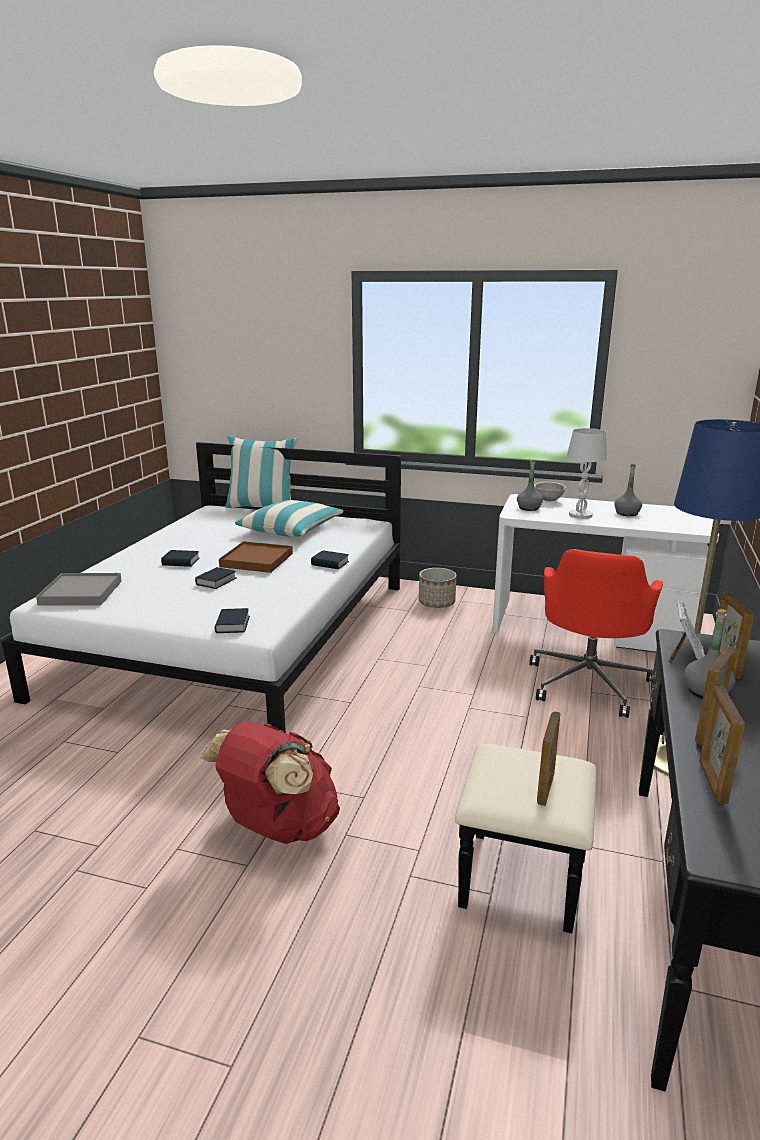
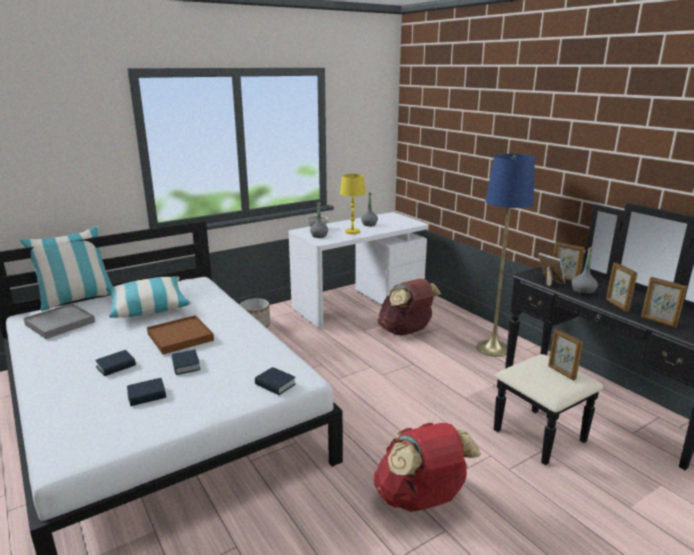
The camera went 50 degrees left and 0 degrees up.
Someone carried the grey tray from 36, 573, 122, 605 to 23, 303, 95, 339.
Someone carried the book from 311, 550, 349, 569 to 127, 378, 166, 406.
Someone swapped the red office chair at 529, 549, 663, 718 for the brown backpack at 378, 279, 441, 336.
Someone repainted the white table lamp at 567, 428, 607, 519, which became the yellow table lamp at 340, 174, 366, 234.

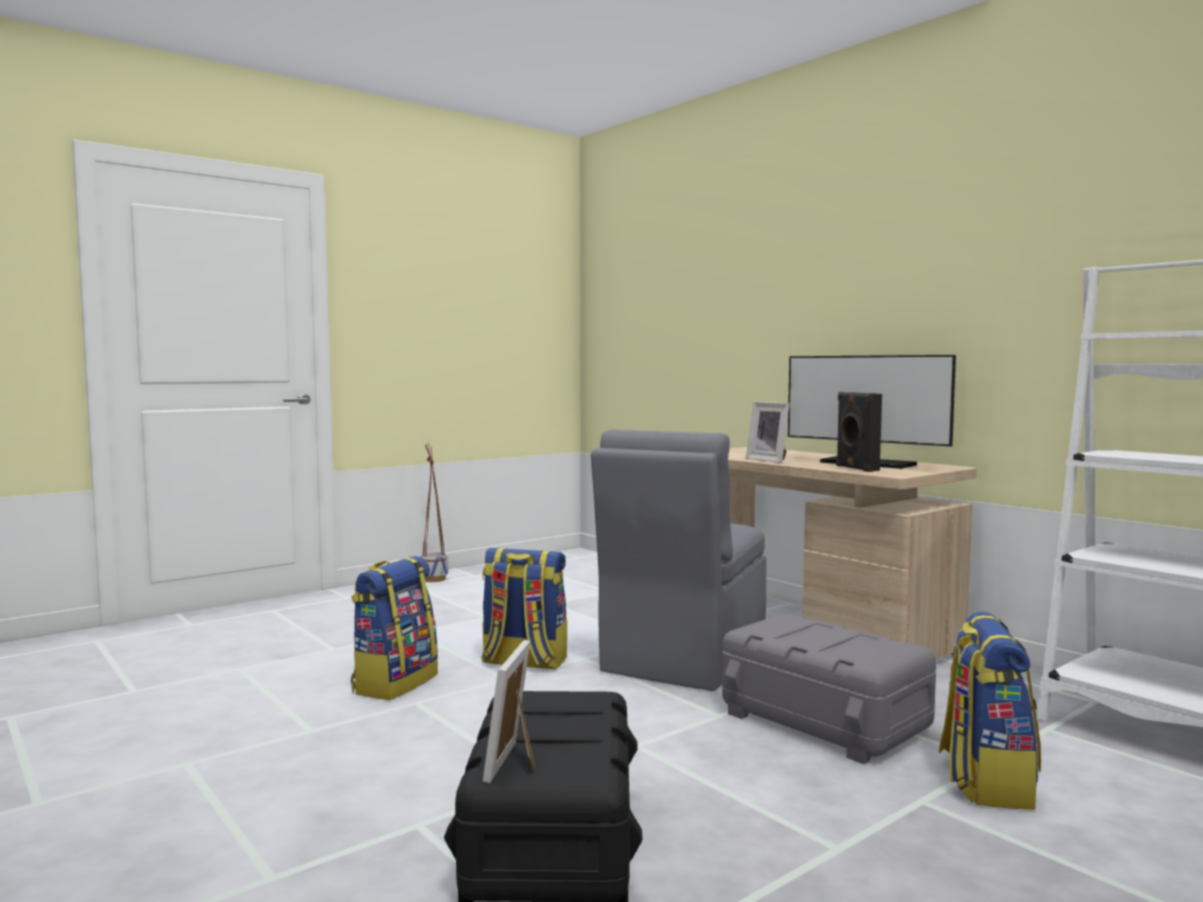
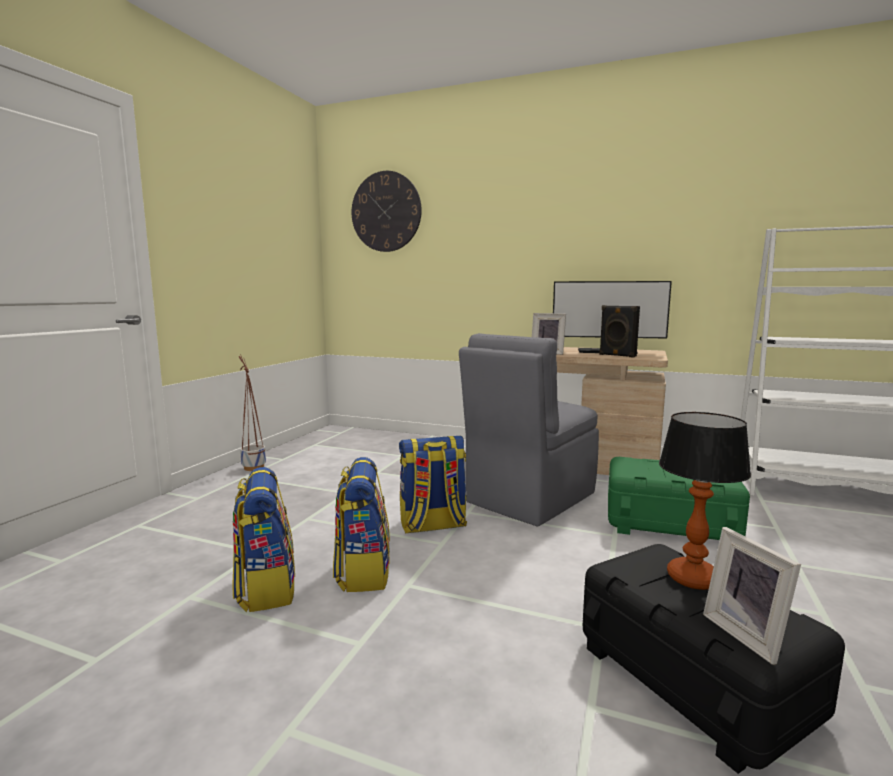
The camera went 30 degrees left and 5 degrees up.
Someone rotated the grey chair at 591, 429, 767, 691 by 45 degrees clockwise.
Someone repainted the grey storage box at 722, 614, 936, 764, which became the green storage box at 608, 457, 750, 540.
Someone carried the backpack from 939, 612, 1041, 810 to 232, 467, 295, 612.
Someone put up the wall clock at 351, 171, 422, 252.
Someone put down the table lamp at 659, 412, 751, 590.

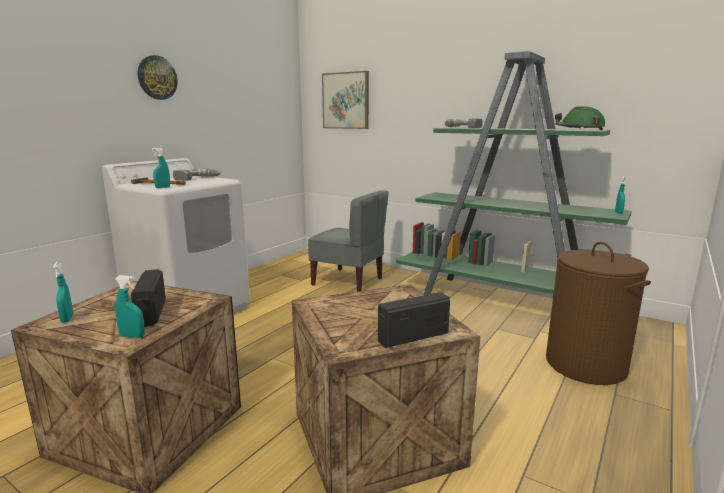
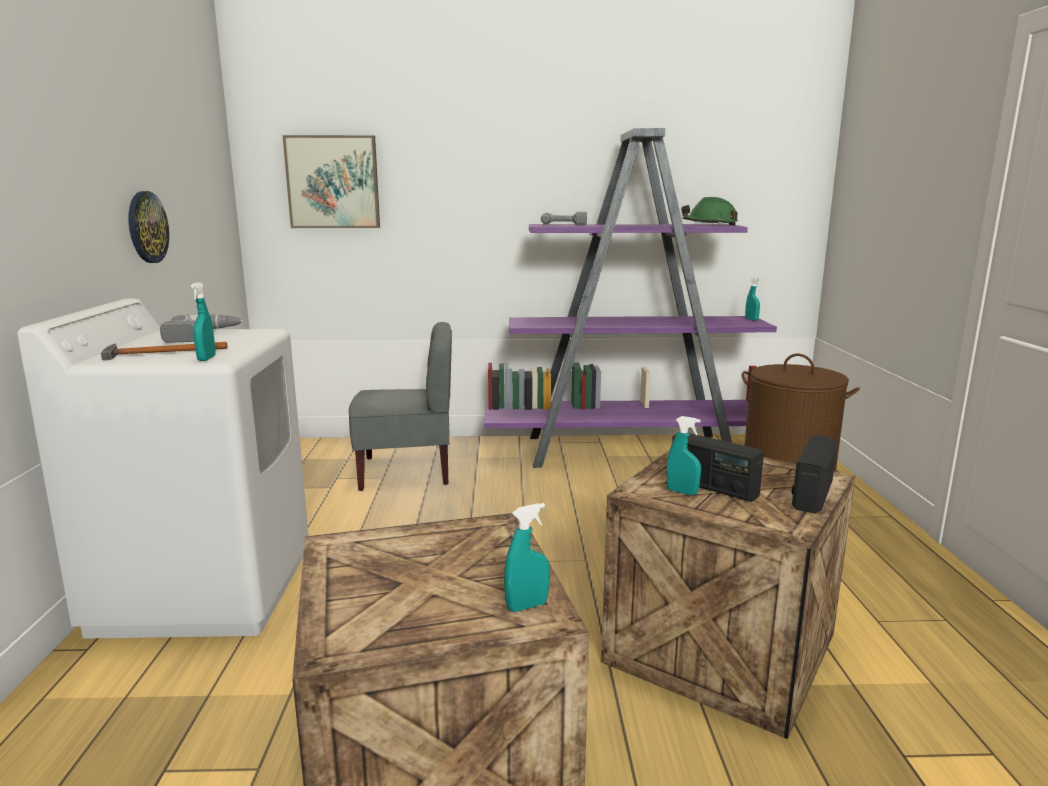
The camera went 35 degrees left and 0 degrees up.
Someone carried the turquoise spray bottle from 53, 262, 73, 323 to 667, 416, 701, 495.
Someone carried the radio from 131, 269, 166, 327 to 672, 433, 764, 502.
Someone carried the wall clock from 138, 55, 178, 100 to 129, 191, 169, 263.
Someone repainted the green bookcase at 396, 51, 632, 295, which became the purple bookcase at 484, 128, 777, 468.

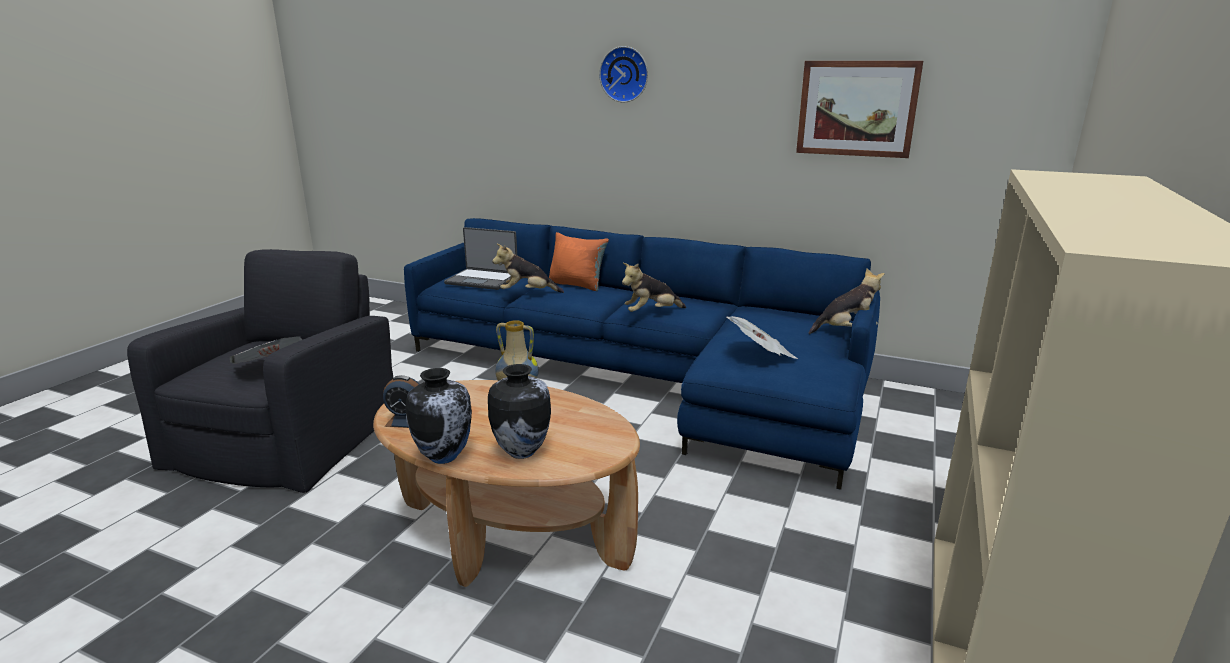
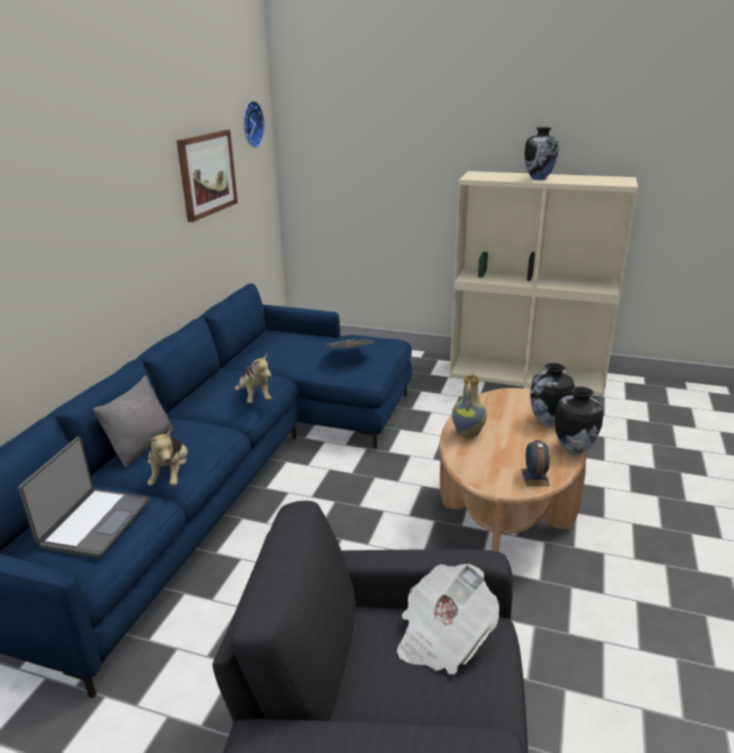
The camera went 95 degrees left and 5 degrees up.
Someone repainted the orange pillow at 549, 232, 609, 291, which became the grey pillow at 93, 376, 174, 467.
Someone carried the wall clock from 599, 46, 648, 102 to 243, 100, 265, 148.
Someone took away the plush toy at 808, 268, 885, 334.
Someone put down the vase at 524, 127, 559, 180.

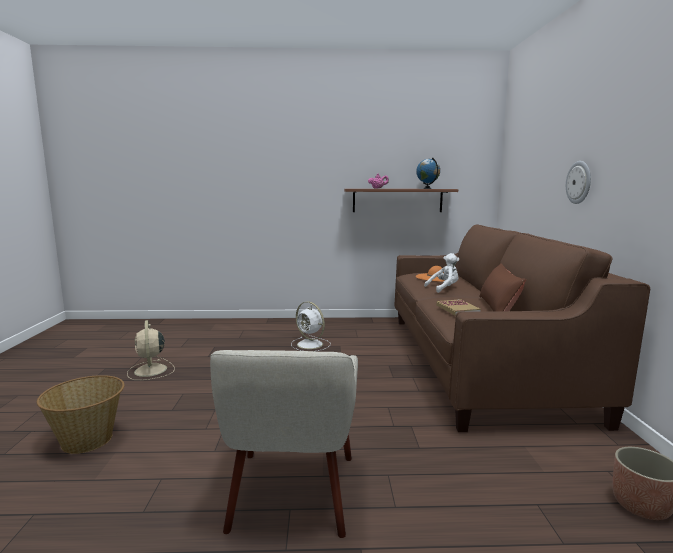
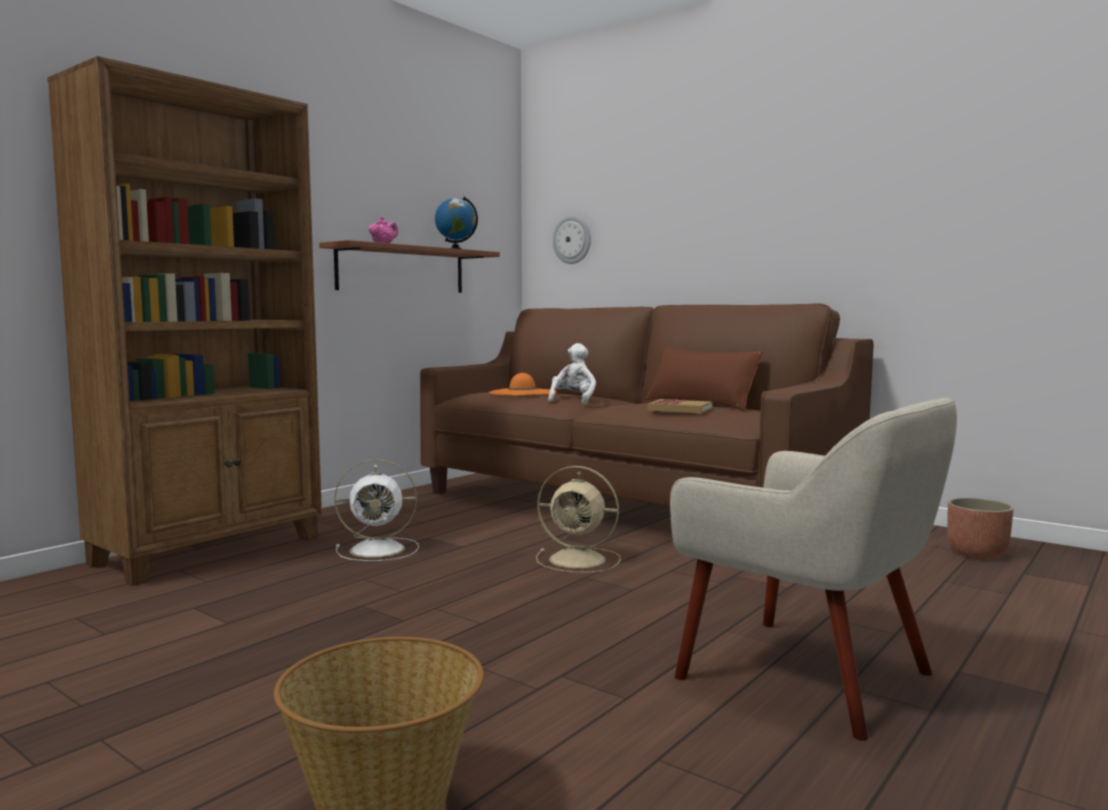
The camera went 50 degrees left and 5 degrees down.
Someone carried the beige fan from 127, 320, 175, 380 to 536, 466, 621, 573.
Someone carried the wall clock from 566, 161, 591, 204 to 553, 215, 591, 264.
Someone put down the brown bookcase at 47, 56, 322, 585.

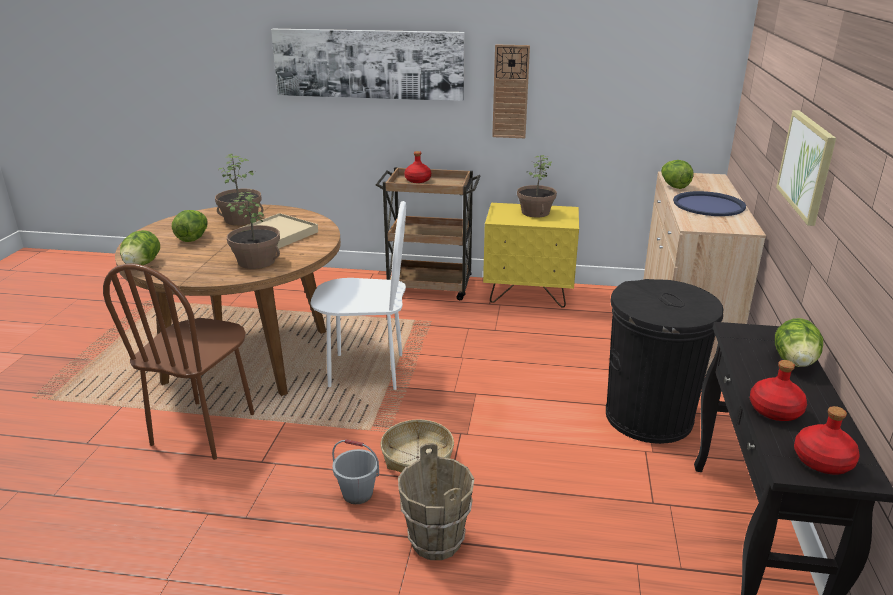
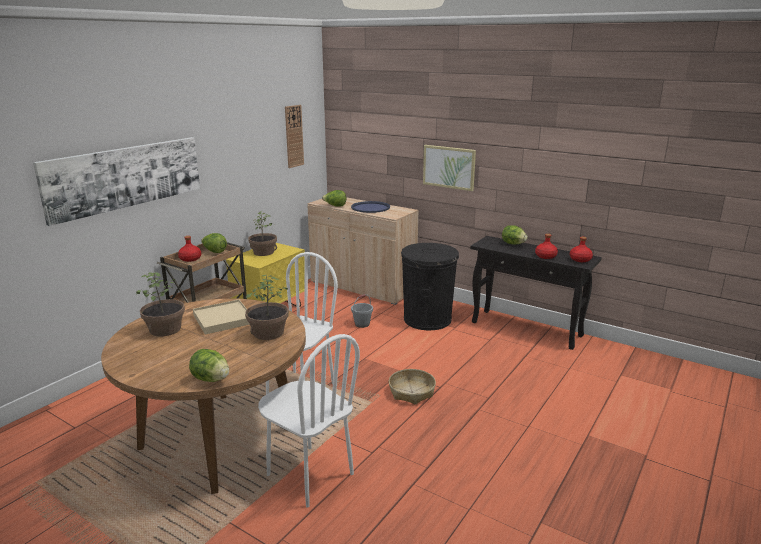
The camera went 65 degrees left and 5 degrees down.
Someone repainted the brown chair at 103, 263, 254, 460, which became the white chair at 258, 334, 360, 508.
Someone carried the lettuce from 172, 210, 207, 242 to 201, 233, 227, 253.
Someone carried the grey bucket from 332, 439, 379, 504 to 351, 294, 373, 328.
Someone took away the brown bucket at 398, 443, 474, 560.
Someone carried the wall clock from 492, 44, 530, 138 to 285, 105, 304, 168.

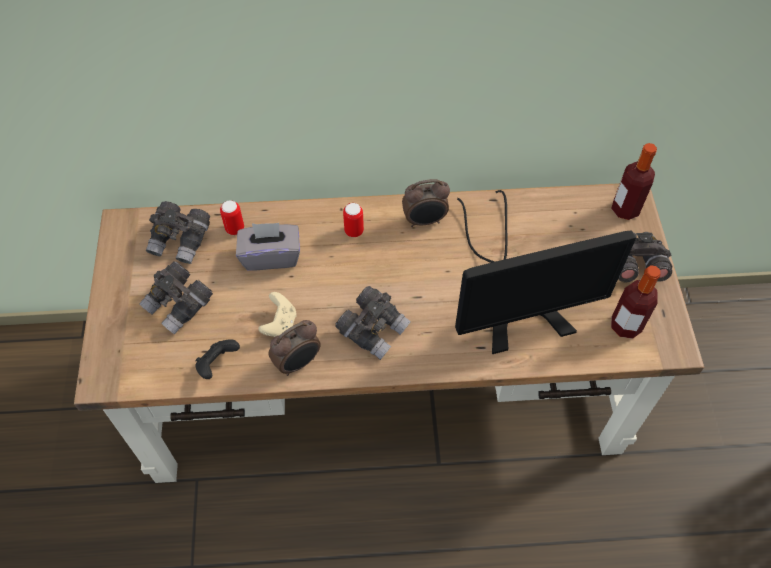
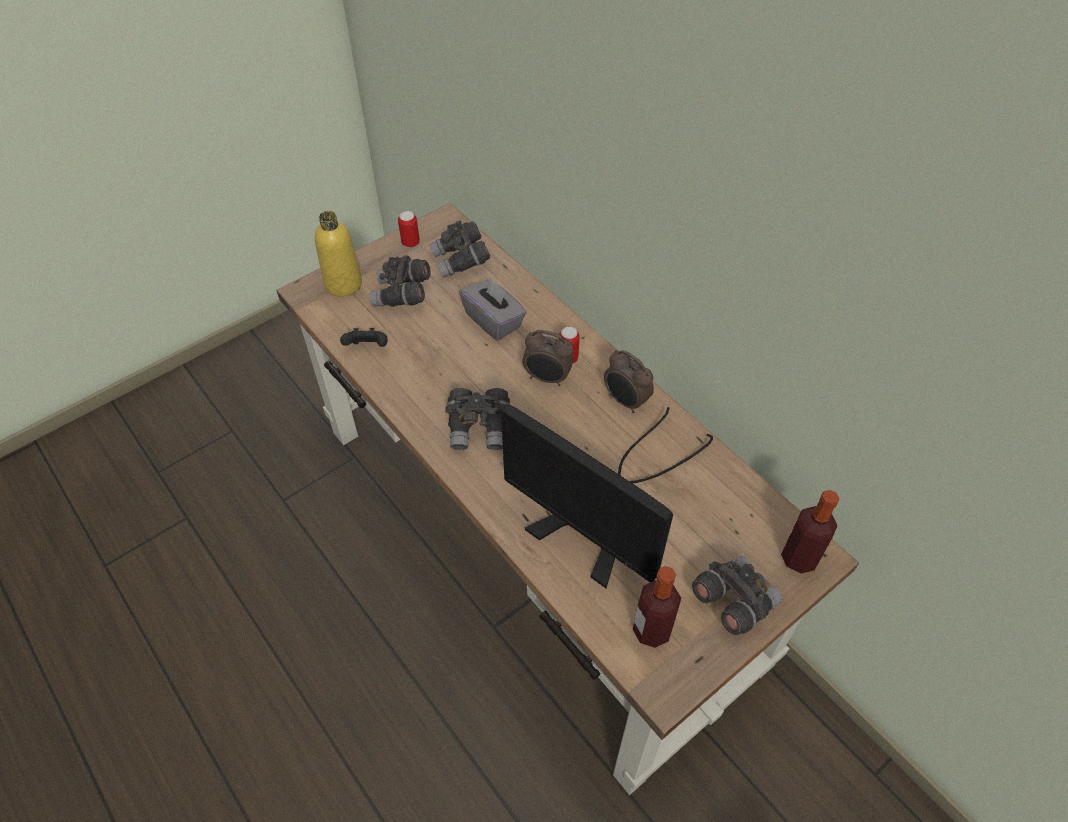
The camera went 55 degrees right and 5 degrees down.
Someone carried the can from 220, 200, 244, 235 to 398, 211, 420, 247.
Someone took away the beige game controller at 258, 292, 297, 337.
Someone carried the alarm clock from 268, 320, 321, 376 to 522, 330, 574, 386.
Someone put down the yellow bottle at 315, 211, 362, 297.

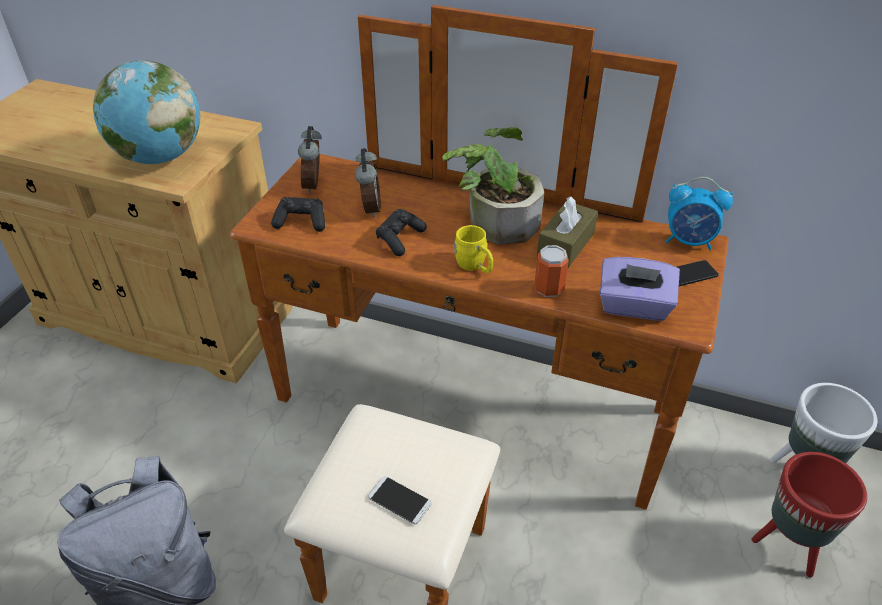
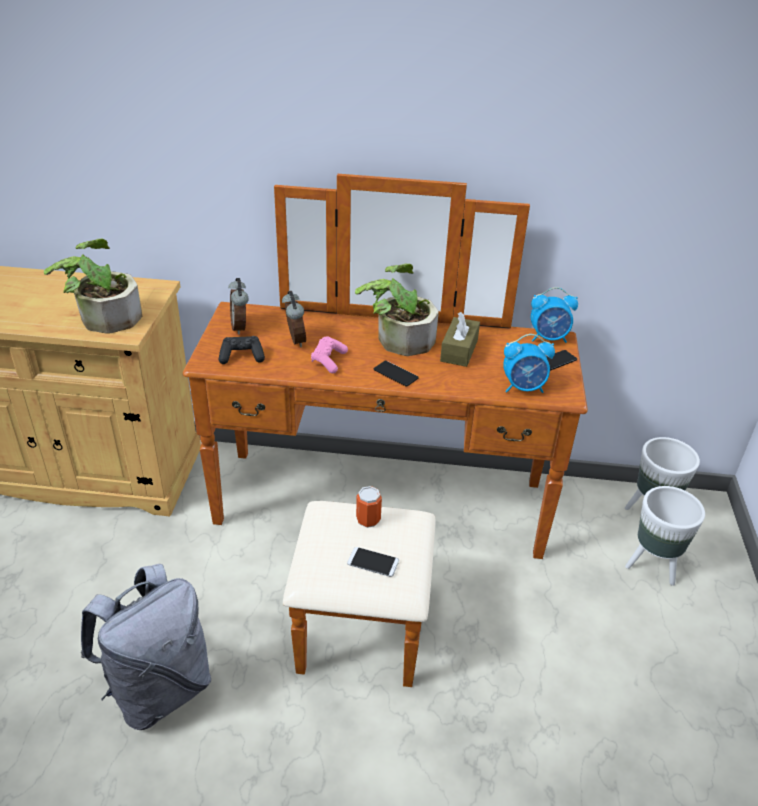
The camera went 15 degrees left and 5 degrees down.
Someone swapped the globe at 93, 60, 200, 164 for the potted plant at 44, 238, 142, 334.
Someone repainted the black game controller at 376, 209, 427, 256, which became the pink game controller at 311, 336, 348, 373.
Someone swapped the yellow mug at 454, 225, 493, 273 for the phone at 374, 361, 419, 386.
Someone carried the can from 535, 245, 569, 297 to 356, 486, 382, 528.
Someone swapped the purple tissue box at 600, 257, 680, 321 for the alarm clock at 503, 334, 555, 393.
Someone repainted the red planter at 751, 452, 867, 577, which became the white planter at 625, 486, 705, 586.

